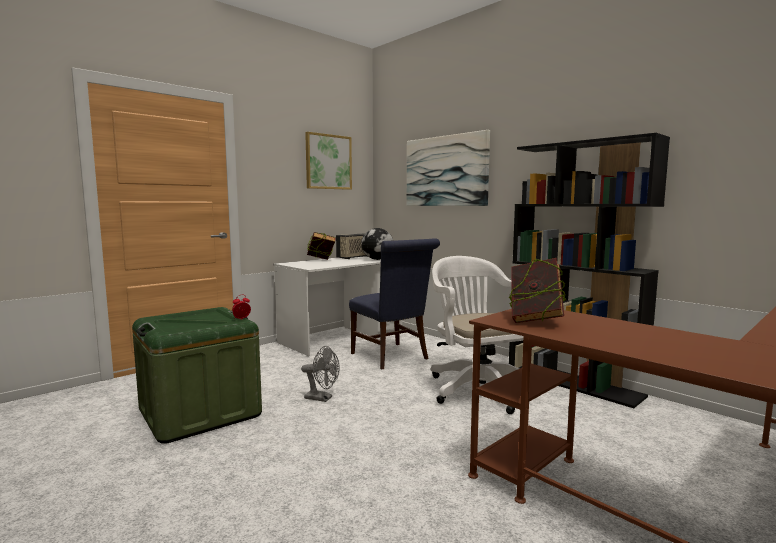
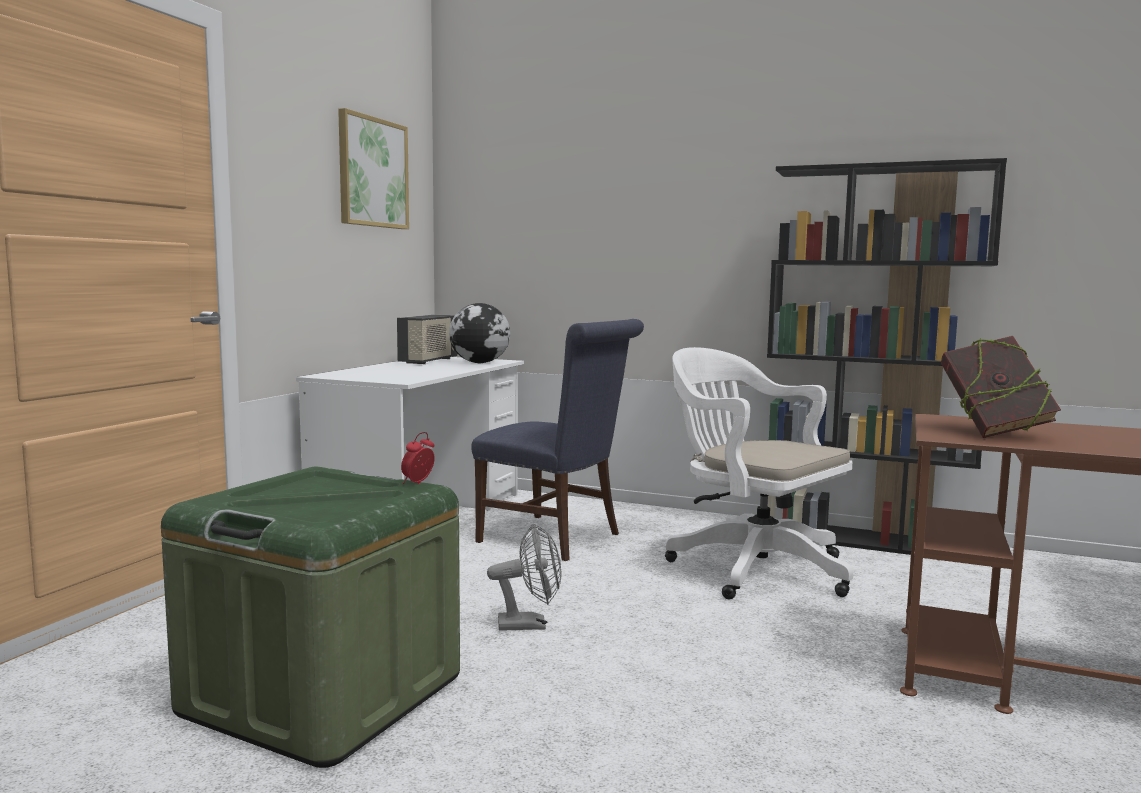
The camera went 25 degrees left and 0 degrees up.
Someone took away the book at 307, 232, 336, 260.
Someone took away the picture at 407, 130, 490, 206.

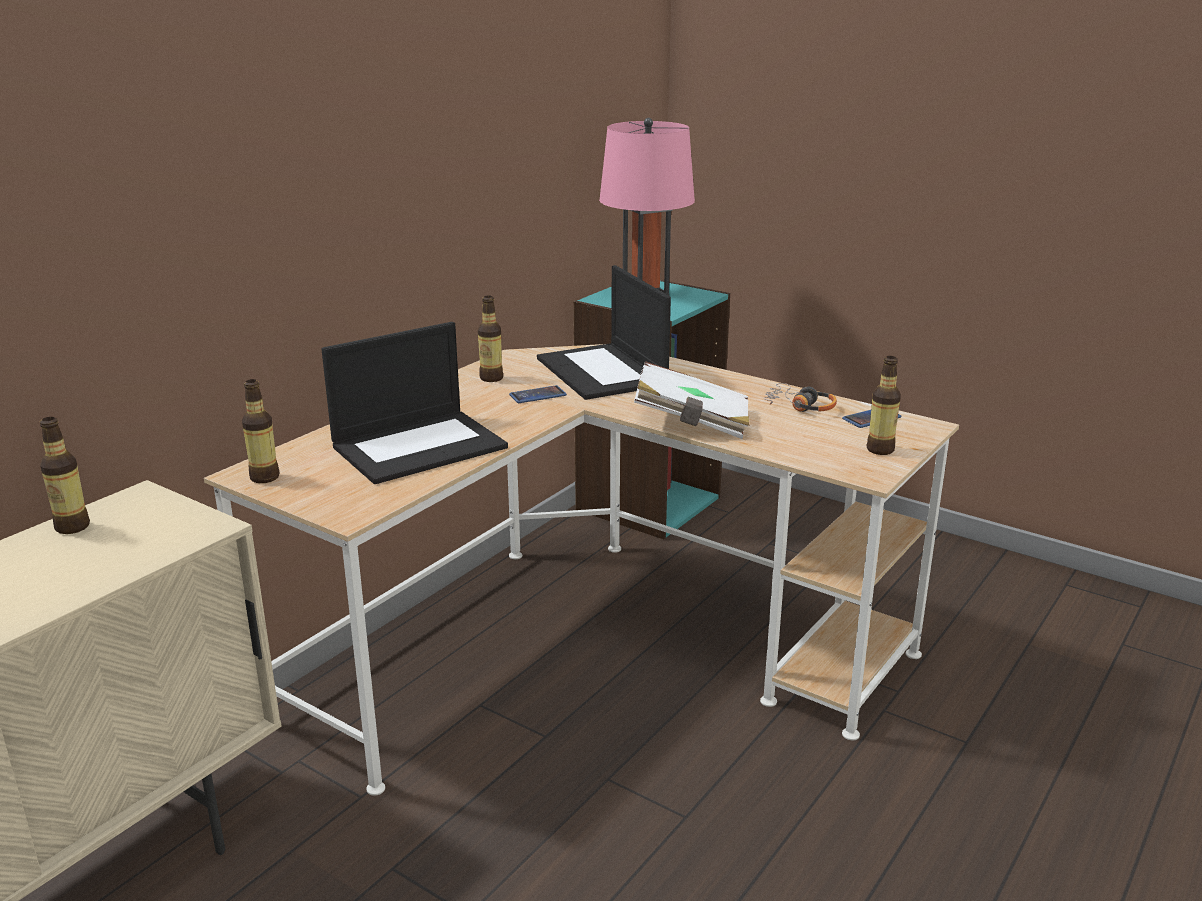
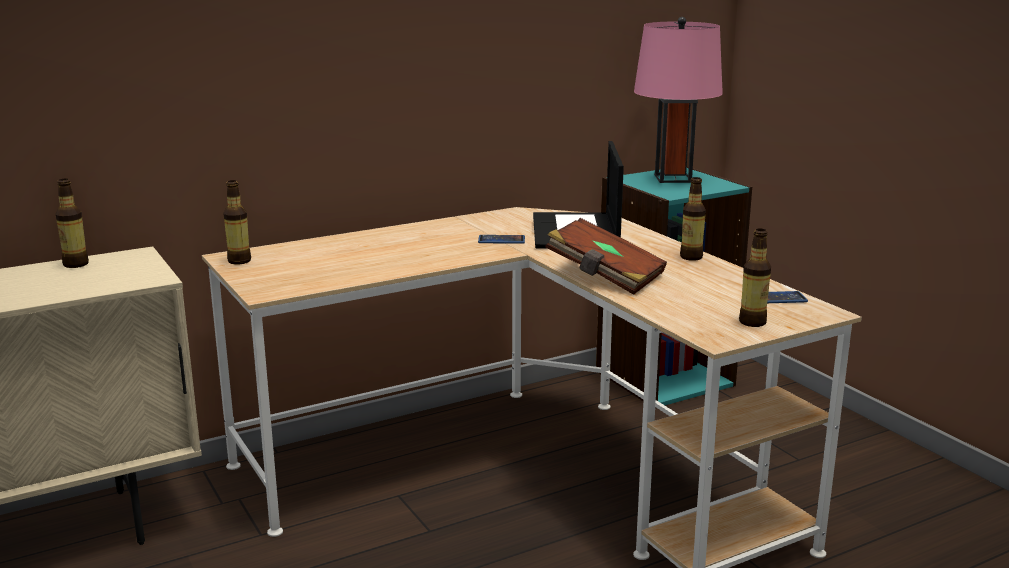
The camera went 25 degrees right and 5 degrees down.
Someone took away the laptop at 322, 322, 508, 484.
Someone carried the bottle from 478, 296, 503, 382 to 680, 177, 706, 261.
Someone repainted the white book at 634, 361, 749, 439, which became the brown book at 545, 218, 667, 295.
Someone took away the headphones at 764, 383, 837, 412.

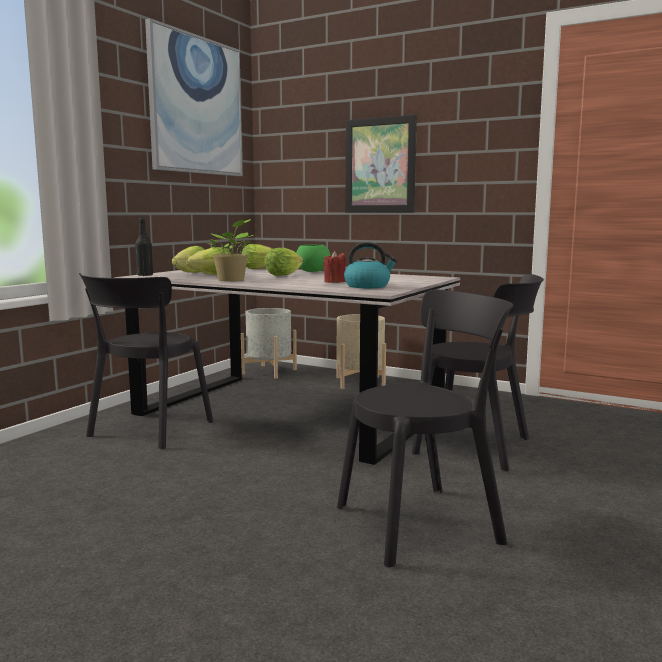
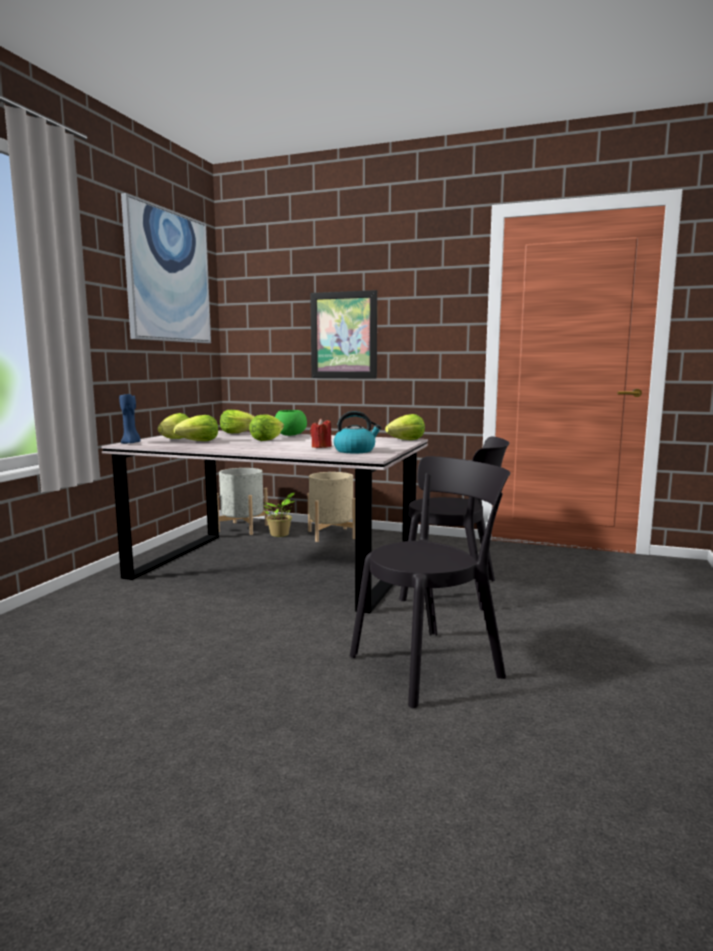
The camera went 10 degrees left and 0 degrees up.
Someone took away the black chair at 79, 273, 213, 450.
Someone swapped the black bottle at 135, 218, 153, 276 for the blue candle at 119, 394, 140, 444.
Someone carried the potted plant from 207, 219, 254, 282 to 264, 492, 295, 537.
Someone put down the lettuce at 385, 414, 425, 440.

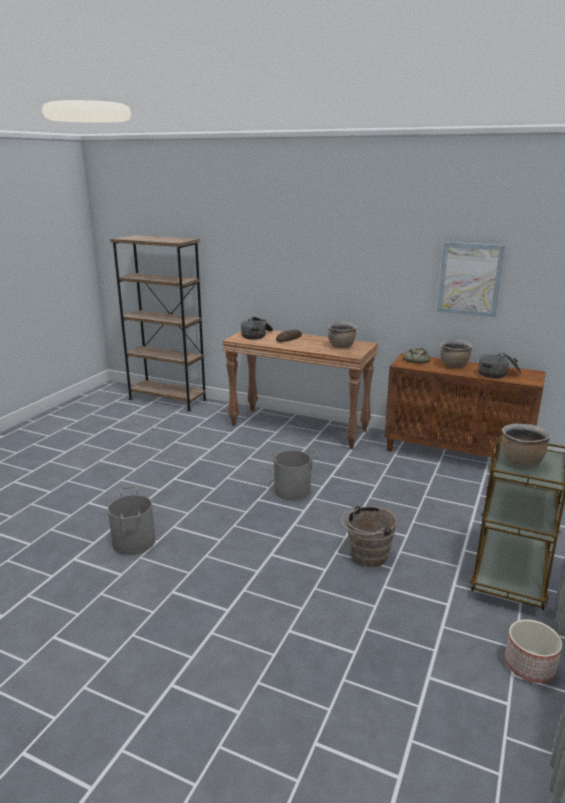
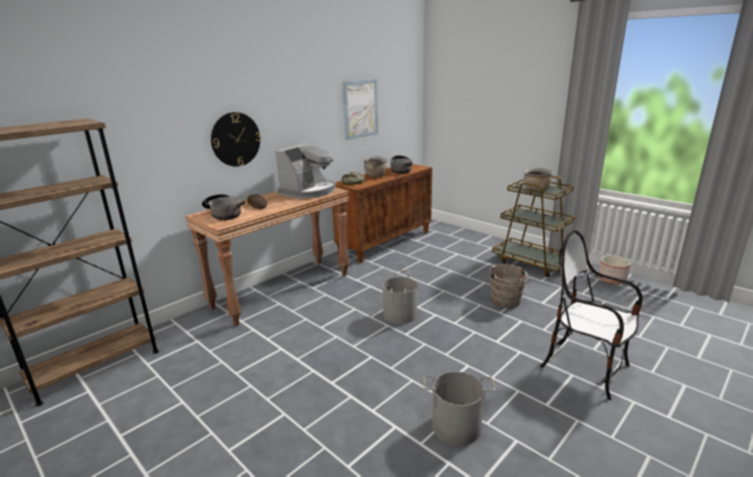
The camera went 70 degrees left and 0 degrees up.
Someone swapped the brown cooking pot at 328, 321, 357, 348 for the coffee machine at 275, 143, 336, 199.
Someone put up the wall clock at 211, 112, 261, 167.
Someone put down the chair at 540, 230, 643, 400.

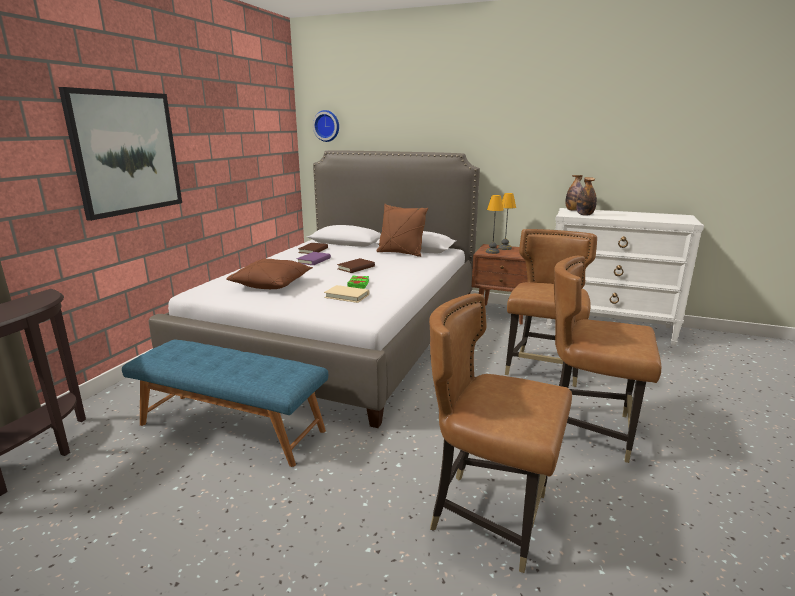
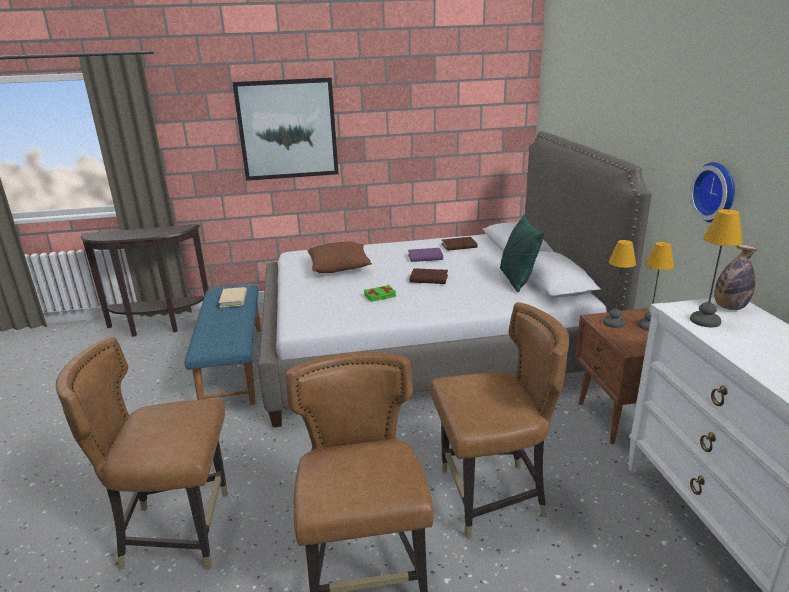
The camera went 60 degrees right and 5 degrees up.
Someone carried the wall clock from 313, 110, 339, 142 to 689, 162, 735, 223.
Someone carried the beige book from 324, 285, 369, 303 to 219, 287, 247, 308.
Someone repainted the brown pillow at 376, 204, 428, 257, which became the green pillow at 500, 214, 544, 292.
Someone rotated the brown chair at 429, 293, 572, 573 by 90 degrees counterclockwise.
Someone swapped the bottle at 576, 177, 597, 216 for the table lamp at 690, 209, 742, 327.

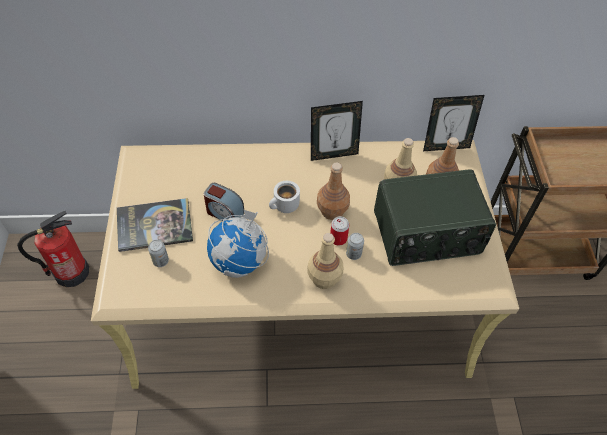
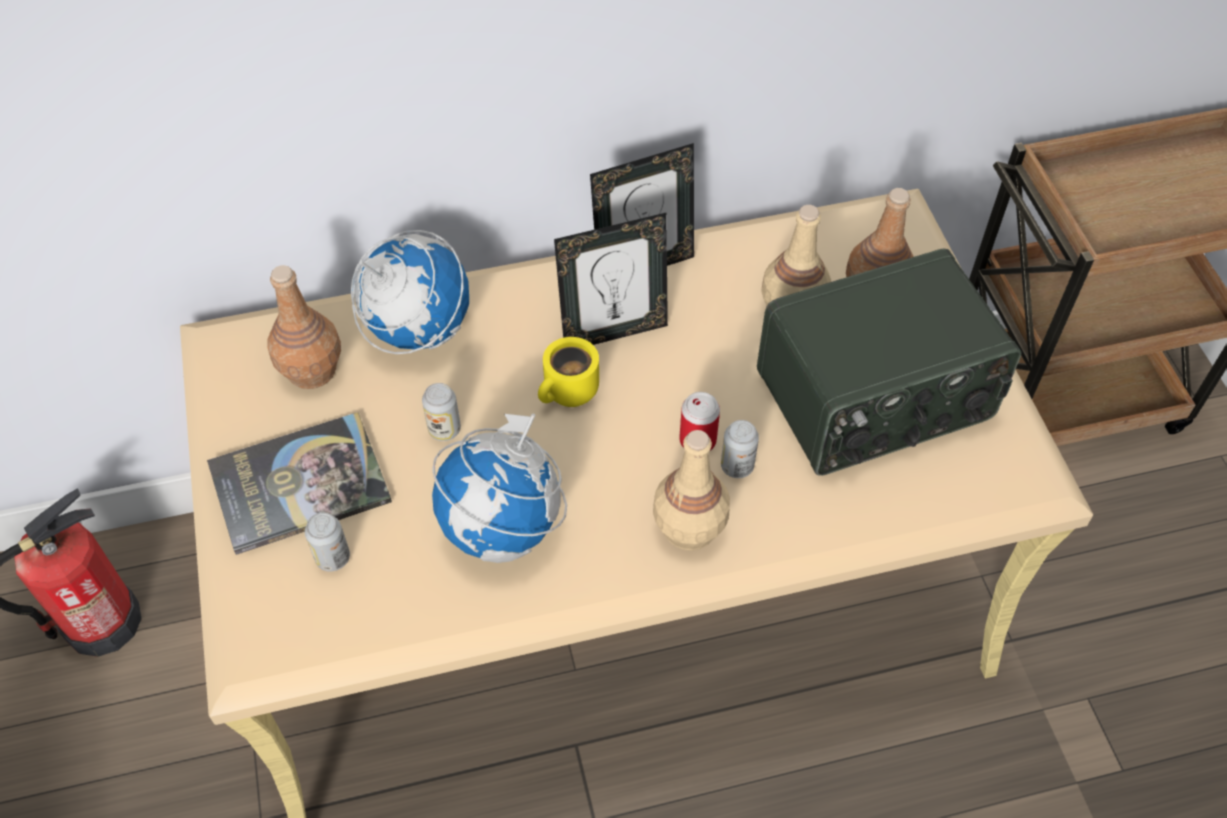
The camera went 10 degrees left and 0 degrees up.
Someone swapped the alarm clock at 204, 183, 245, 221 for the can at 422, 383, 461, 441.
Someone repainted the white mug at 269, 181, 300, 213, which became the yellow mug at 538, 337, 599, 407.
Someone carried the brown bottle from 317, 162, 350, 220 to 267, 265, 341, 389.
Someone carried the picture frame from 423, 95, 484, 151 to 554, 213, 668, 345.
Someone put down the globe at 351, 230, 469, 354.

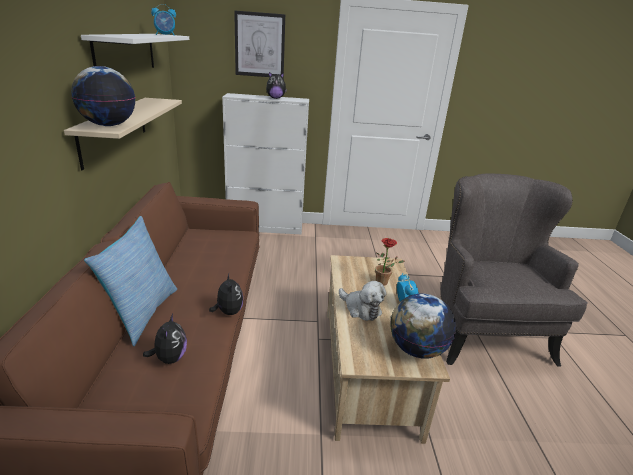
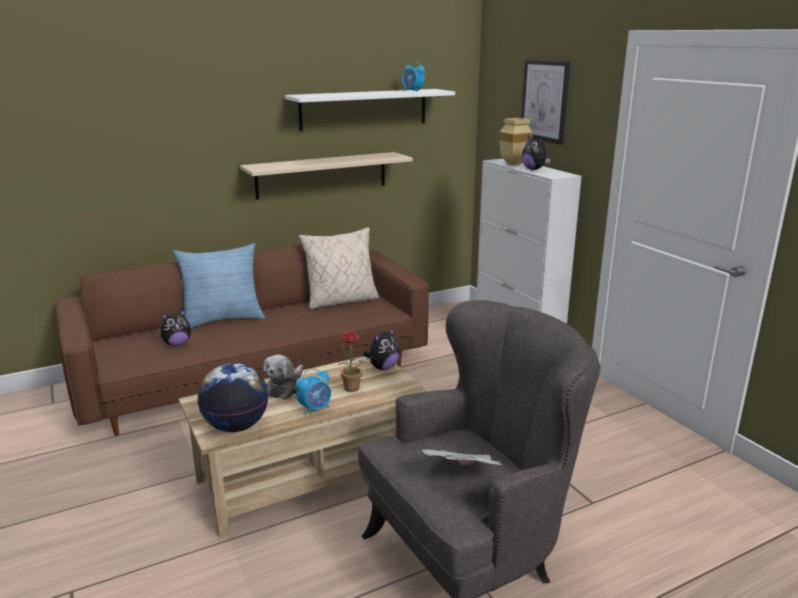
The camera went 65 degrees right and 5 degrees down.
Someone took away the globe at 71, 66, 135, 126.
Someone carried the plush toy from 209, 274, 243, 315 to 363, 327, 400, 370.
Someone put down the beige pillow at 299, 227, 379, 310.
Someone put down the newspaper at 422, 449, 505, 466.
Someone put down the beige vase at 499, 118, 533, 165.

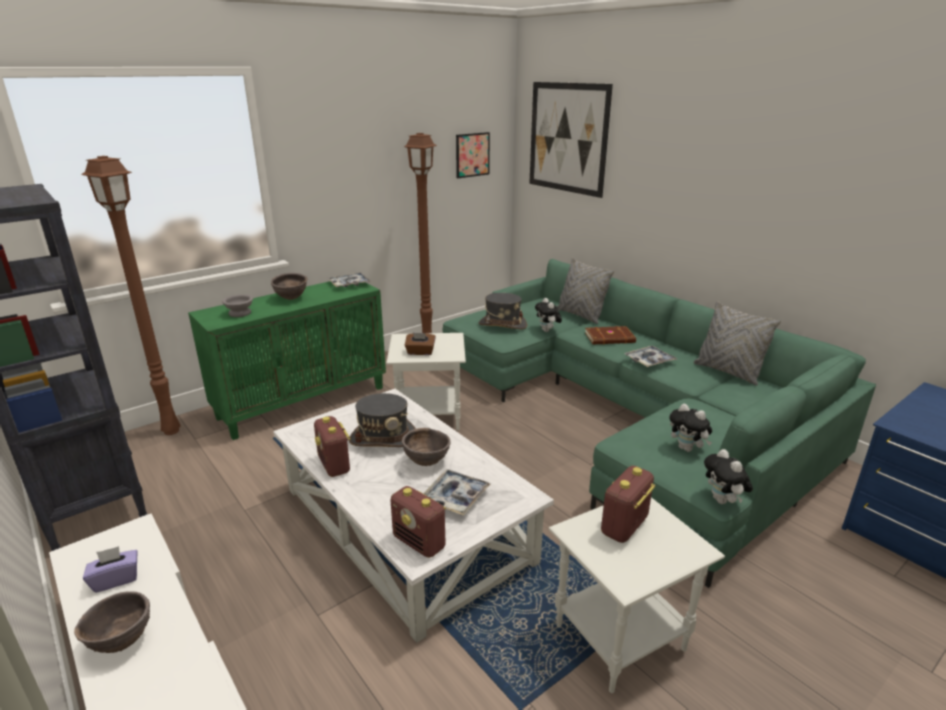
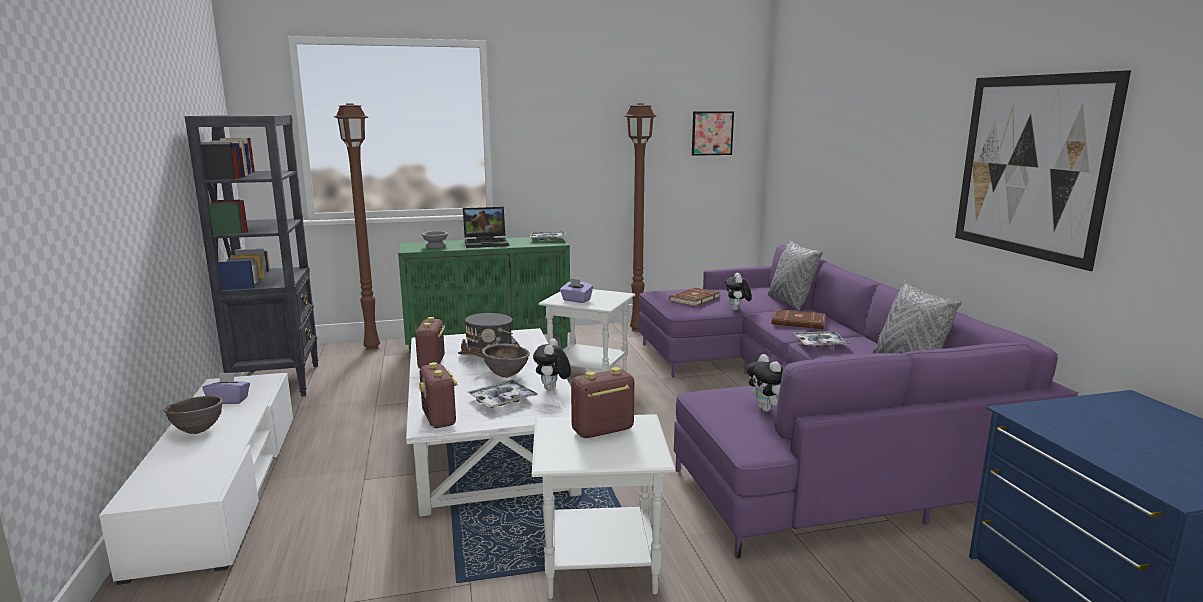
The camera went 25 degrees right and 10 degrees down.
Someone swapped the brown bowl at 271, 273, 307, 300 for the laptop at 463, 207, 509, 248.
Someone repainted the brown tissue box at 405, 333, 436, 355, which became the purple tissue box at 560, 278, 593, 303.
Someone repainted the green sofa at 443, 259, 876, 588, which became the purple sofa at 639, 245, 1078, 558.
Someone swapped the grey hat at 479, 293, 527, 329 for the brown book at 669, 287, 720, 307.
Someone carried the picture from 529, 82, 613, 198 to 955, 70, 1131, 271.
Someone carried the plush toy from 704, 449, 753, 504 to 533, 338, 571, 390.

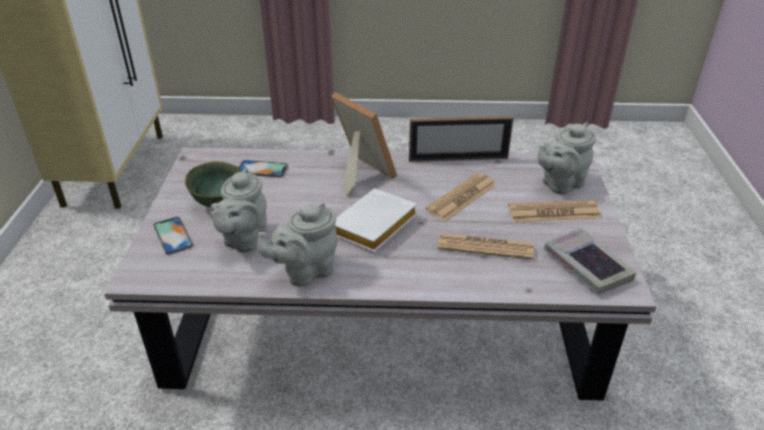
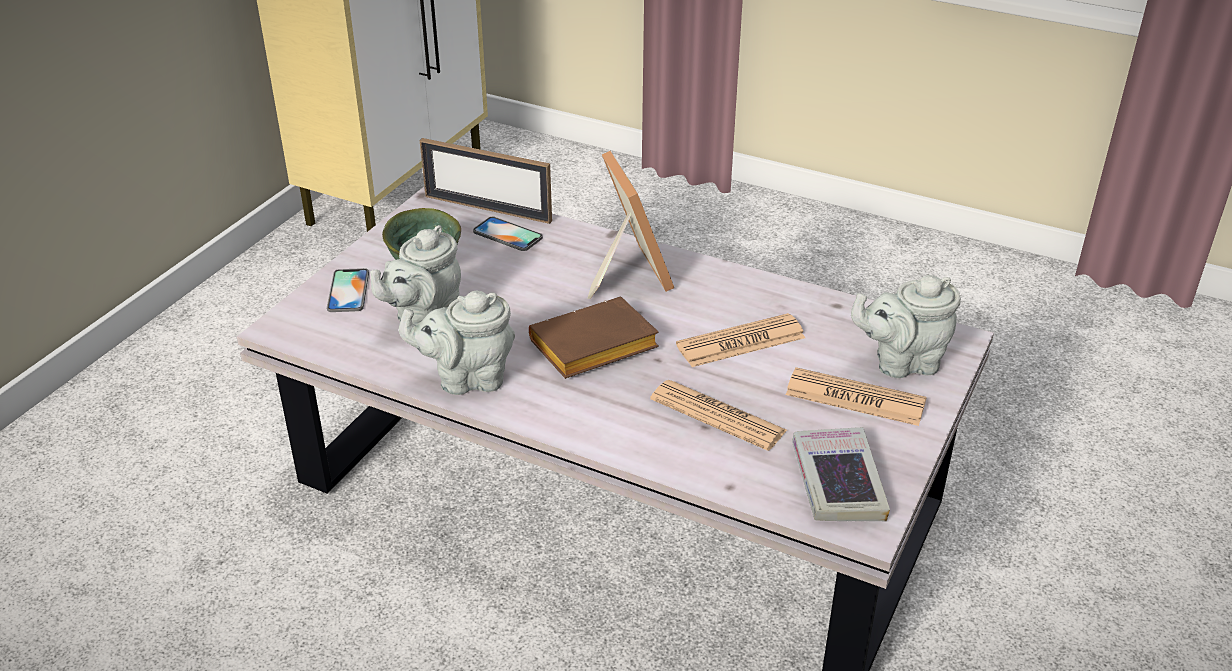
The camera went 25 degrees right and 0 degrees up.
Someone repainted the white book at 334, 189, 418, 252, which became the brown book at 529, 297, 659, 379.
Someone carried the picture frame from 409, 116, 513, 162 to 420, 138, 552, 224.

